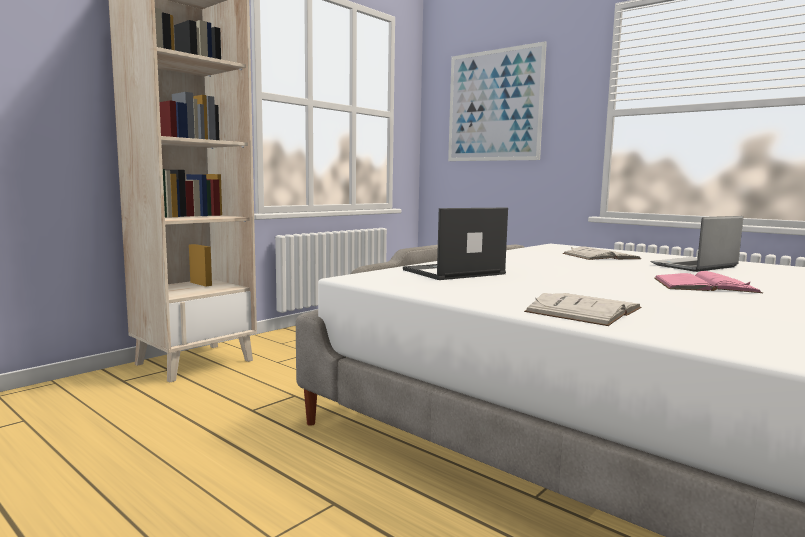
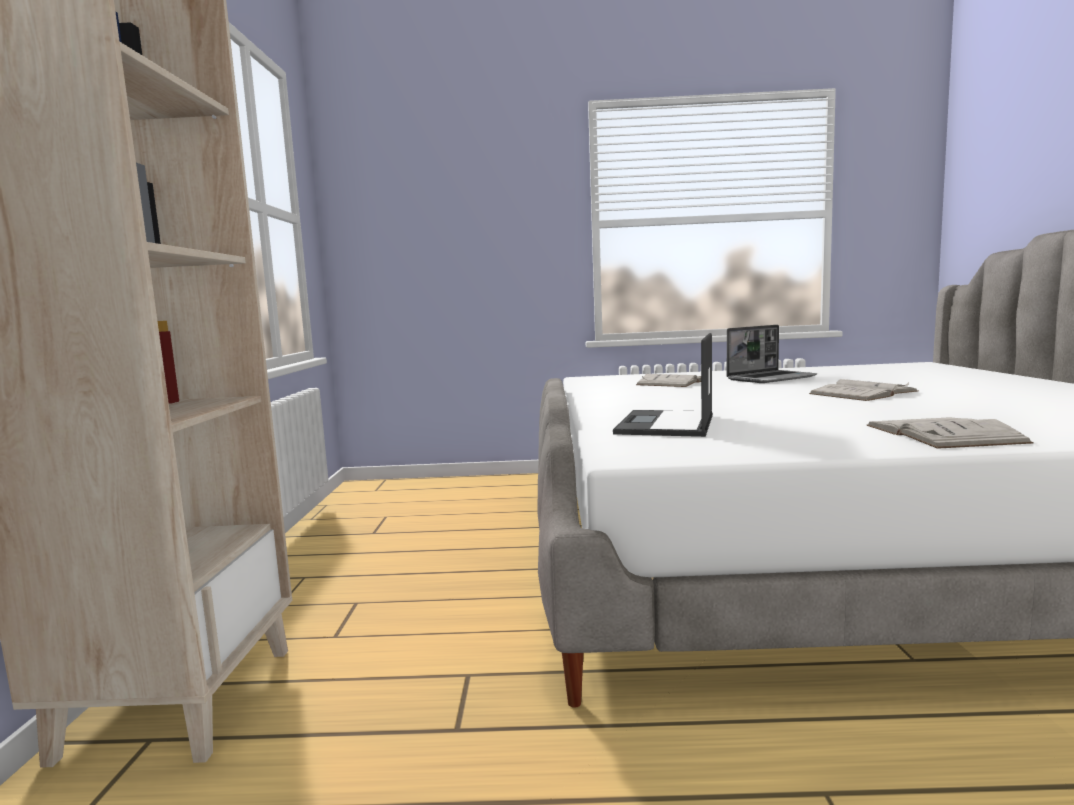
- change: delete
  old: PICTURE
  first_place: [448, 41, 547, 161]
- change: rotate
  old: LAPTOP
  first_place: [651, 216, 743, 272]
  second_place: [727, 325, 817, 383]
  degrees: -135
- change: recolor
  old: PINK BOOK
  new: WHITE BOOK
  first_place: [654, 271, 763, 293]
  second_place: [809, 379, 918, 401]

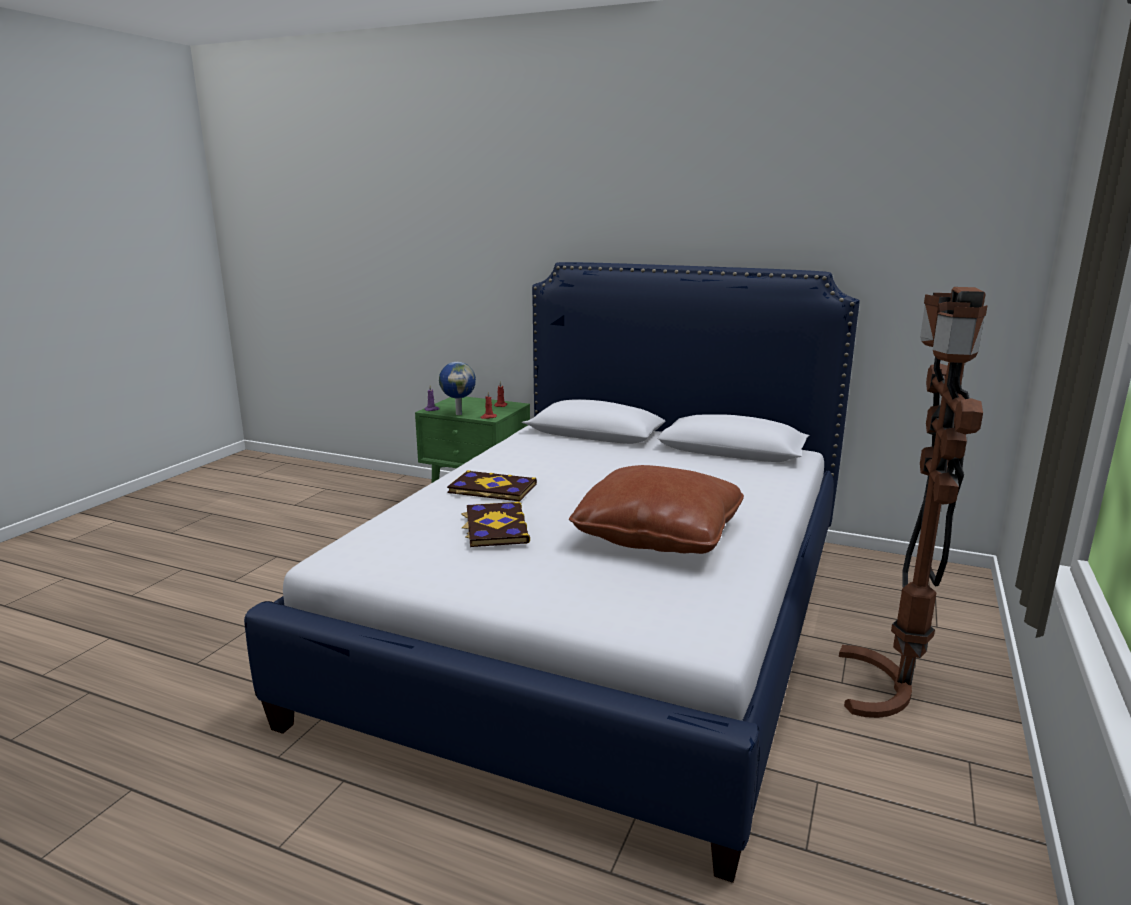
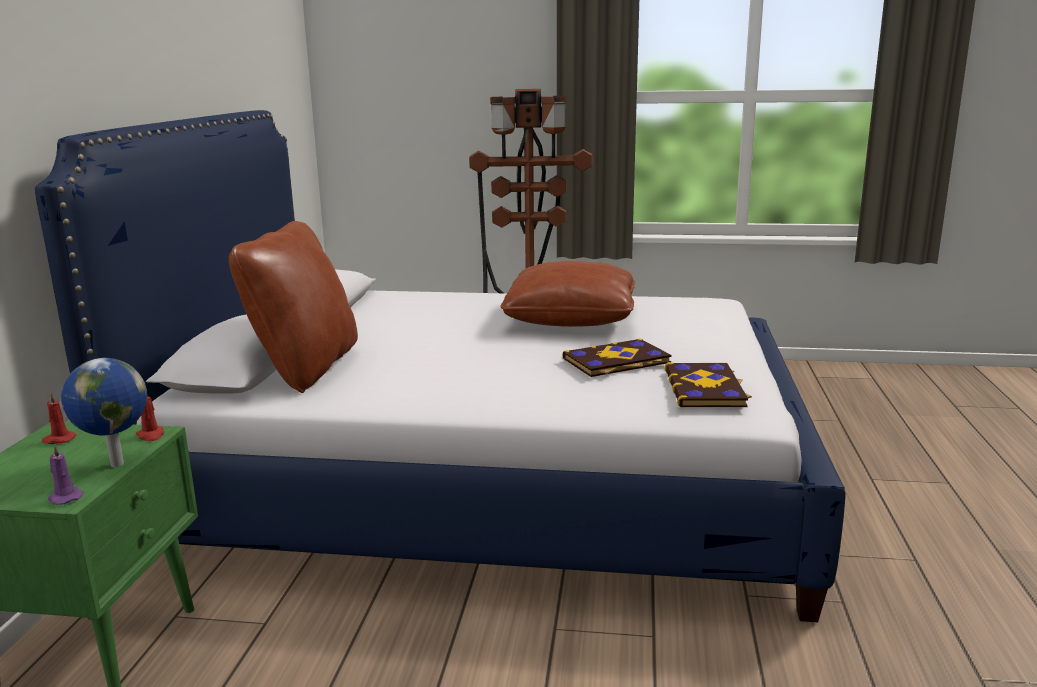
- change: move
  old: BOOK
  first_place: [447, 470, 537, 502]
  second_place: [665, 362, 752, 408]
- change: insert
  new: BROWN PILLOW
  second_place: [229, 221, 358, 393]

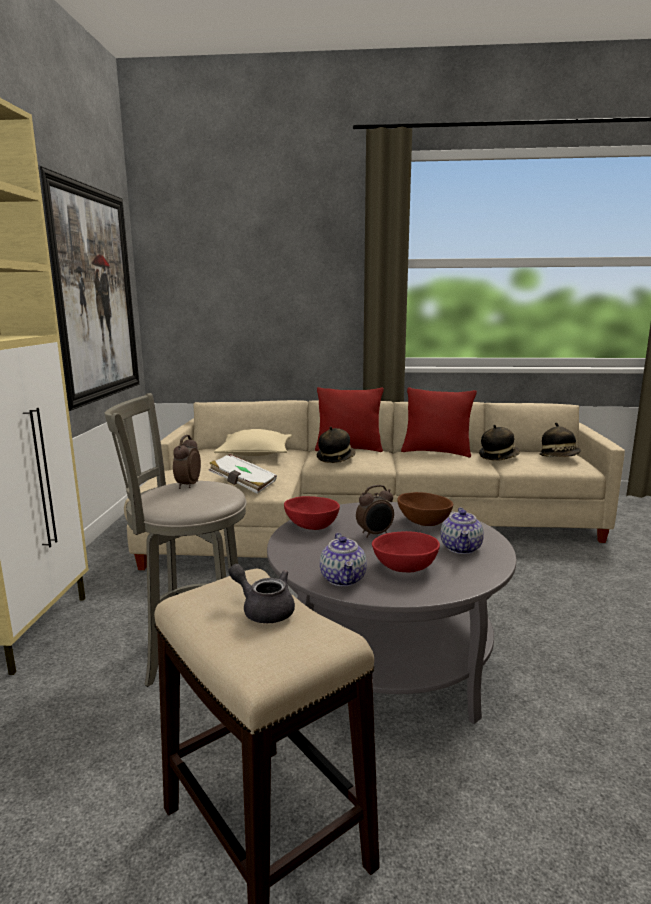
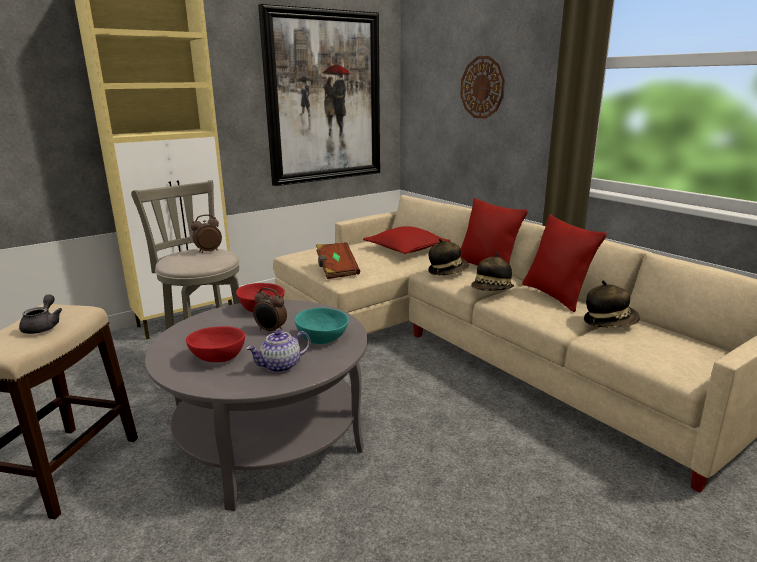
- change: move
  old: HAT
  first_place: [539, 422, 581, 457]
  second_place: [471, 252, 514, 291]
- change: recolor
  old: BEIGE PILLOW
  new: RED PILLOW
  first_place: [214, 429, 292, 456]
  second_place: [363, 226, 451, 254]
- change: recolor
  old: WHITE BOOK
  new: BROWN BOOK
  first_place: [209, 454, 277, 494]
  second_place: [316, 242, 360, 279]
- change: recolor
  old: BROWN BOWL
  new: TURQUOISE BOWL
  first_place: [397, 492, 453, 526]
  second_place: [295, 308, 349, 344]
- change: delete
  old: TEAPOT
  first_place: [320, 533, 367, 586]
- change: insert
  new: WALL CLOCK
  second_place: [460, 56, 505, 119]

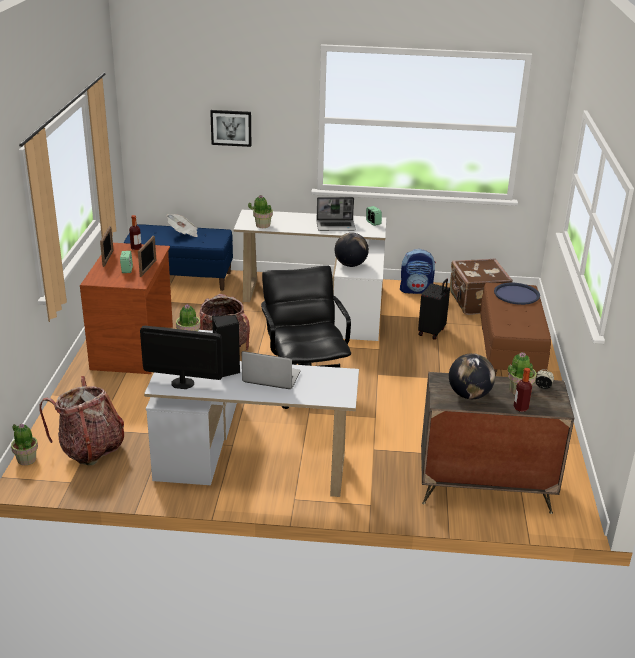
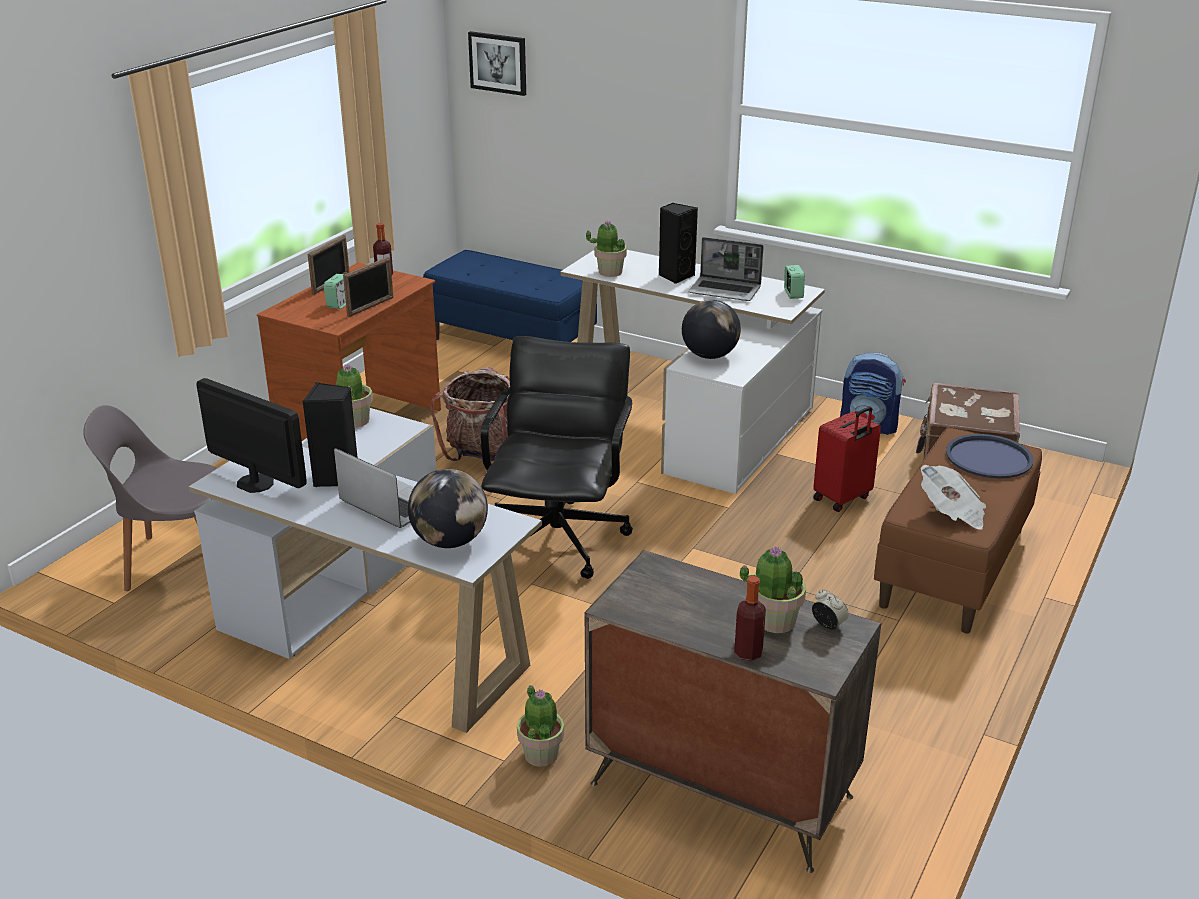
- change: move
  old: PICTURE
  first_place: [210, 110, 251, 147]
  second_place: [468, 31, 526, 96]
- change: move
  old: NEWSPAPER
  first_place: [166, 214, 197, 237]
  second_place: [921, 465, 986, 530]
- change: recolor
  old: BLACK SUITCASE
  new: RED SUITCASE
  first_place: [418, 279, 450, 340]
  second_place: [813, 407, 881, 512]
- change: move
  old: GLOBE
  first_place: [449, 353, 495, 399]
  second_place: [408, 469, 488, 548]
- change: replace
  old: BACKPACK
  new: GREY CHAIR
  first_place: [39, 376, 124, 465]
  second_place: [83, 405, 217, 591]
- change: move
  old: POTTED PLANT
  first_place: [11, 424, 38, 465]
  second_place: [517, 685, 564, 767]
- change: insert
  new: BLACK SPEAKER
  second_place: [658, 203, 698, 284]

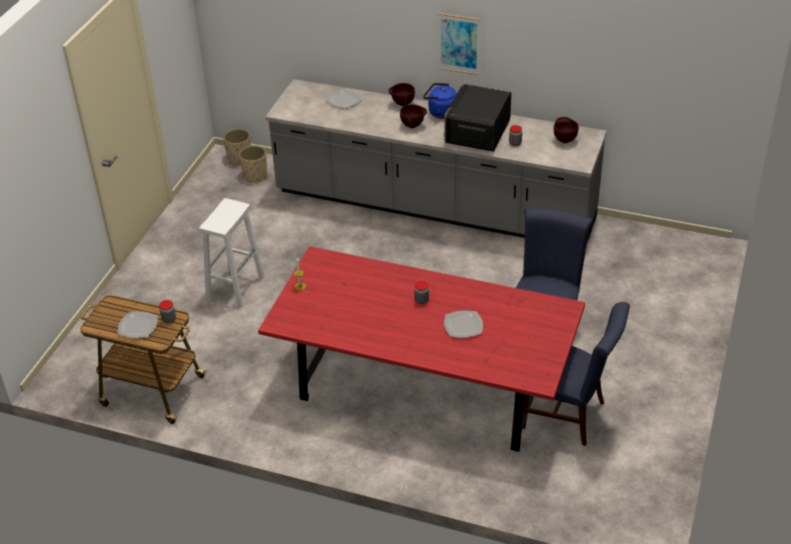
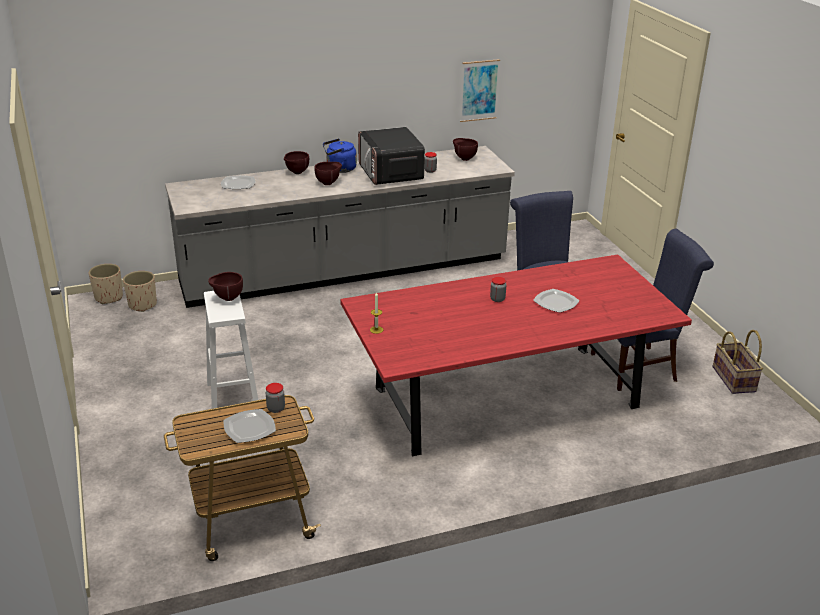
- change: move
  old: PICTURE
  first_place: [439, 13, 480, 75]
  second_place: [460, 59, 500, 122]
- change: insert
  new: BROWN BOWL
  second_place: [208, 272, 243, 301]
- change: insert
  new: BASKET
  second_place: [713, 330, 763, 394]

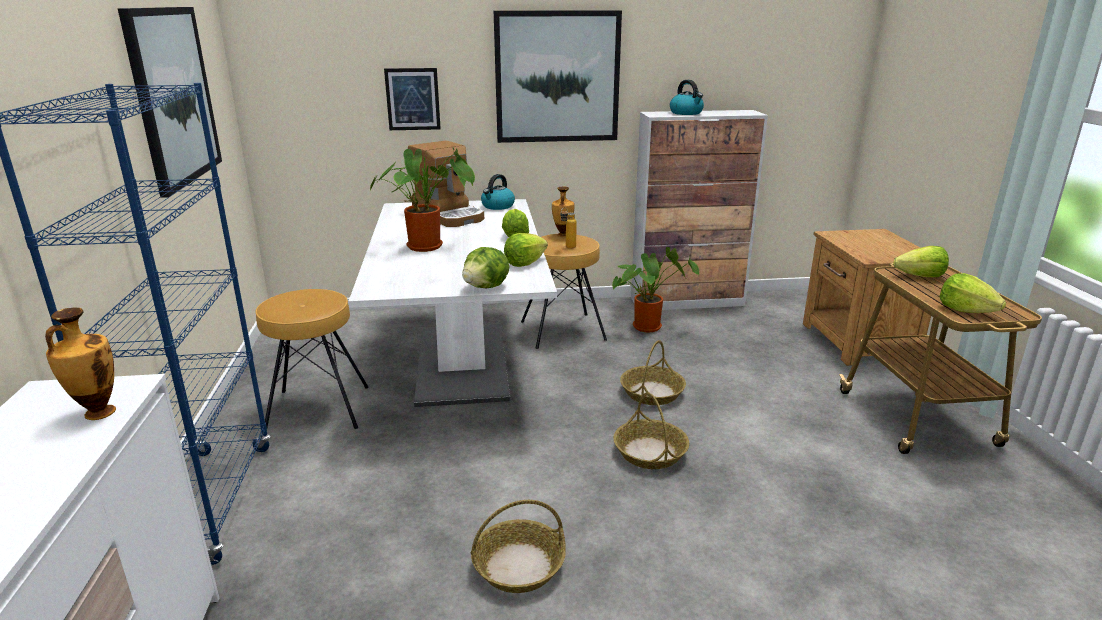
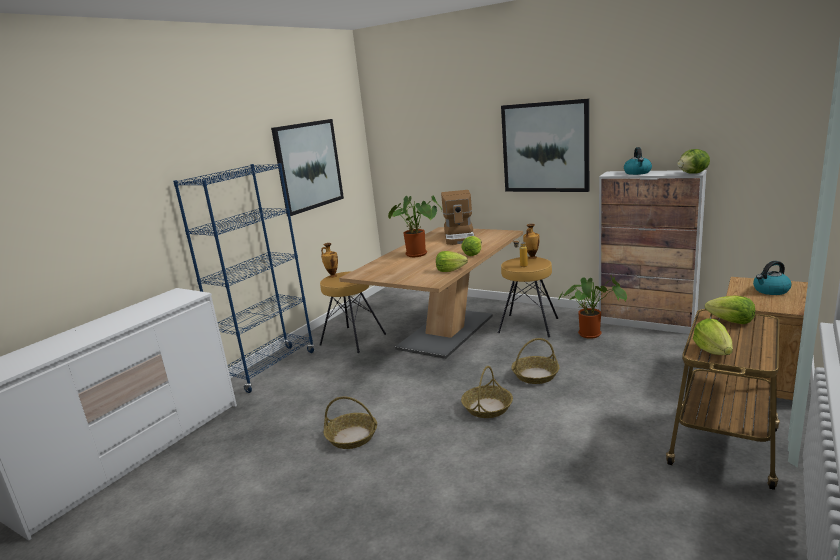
- change: delete
  old: PICTURE
  first_place: [384, 68, 441, 130]
- change: move
  old: KETTLE
  first_place: [481, 174, 515, 210]
  second_place: [753, 261, 791, 295]
- change: recolor
  old: WHITE DINING TABLE
  new: BROWN DINING TABLE
  first_place: [348, 199, 557, 407]
  second_place: [339, 227, 523, 359]
- change: move
  old: LETTUCE
  first_place: [462, 247, 509, 289]
  second_place: [677, 149, 710, 174]
- change: move
  old: VASE
  first_place: [45, 308, 116, 420]
  second_place: [321, 243, 338, 278]

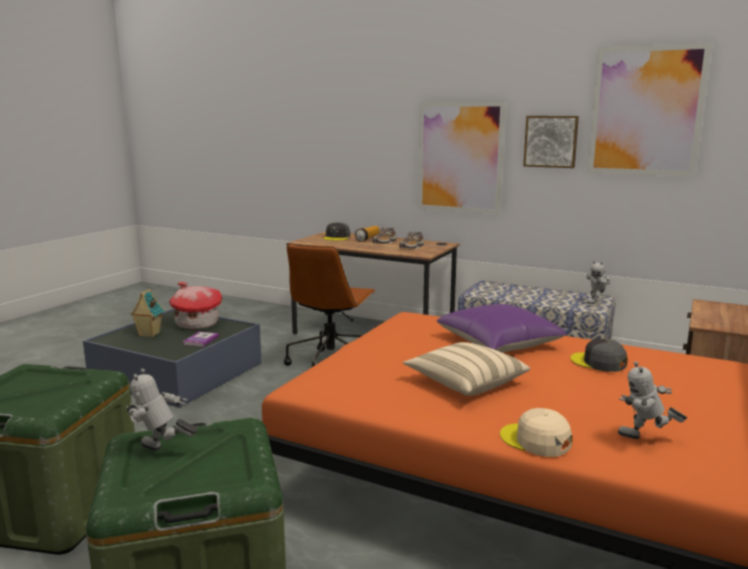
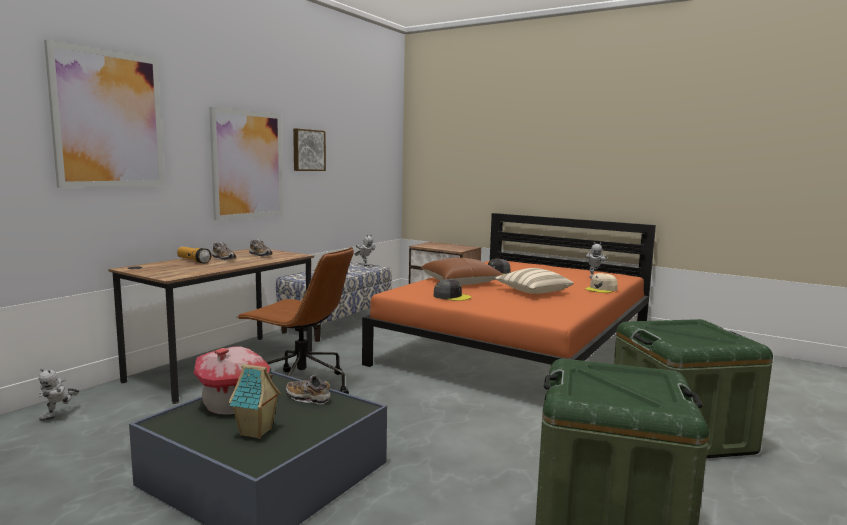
- change: move
  old: PICTURE
  first_place: [588, 42, 712, 177]
  second_place: [44, 40, 164, 188]
- change: move
  old: GREY CAP
  first_place: [323, 222, 350, 240]
  second_place: [434, 279, 471, 301]
- change: recolor
  old: PURPLE PILLOW
  new: BROWN PILLOW
  first_place: [436, 304, 566, 353]
  second_place: [421, 257, 504, 285]
- change: replace
  old: BOOK
  new: SHOE
  first_place: [183, 332, 219, 347]
  second_place: [285, 375, 331, 404]
- change: move
  old: TOY ROBOT
  first_place: [126, 368, 197, 451]
  second_place: [39, 368, 79, 421]

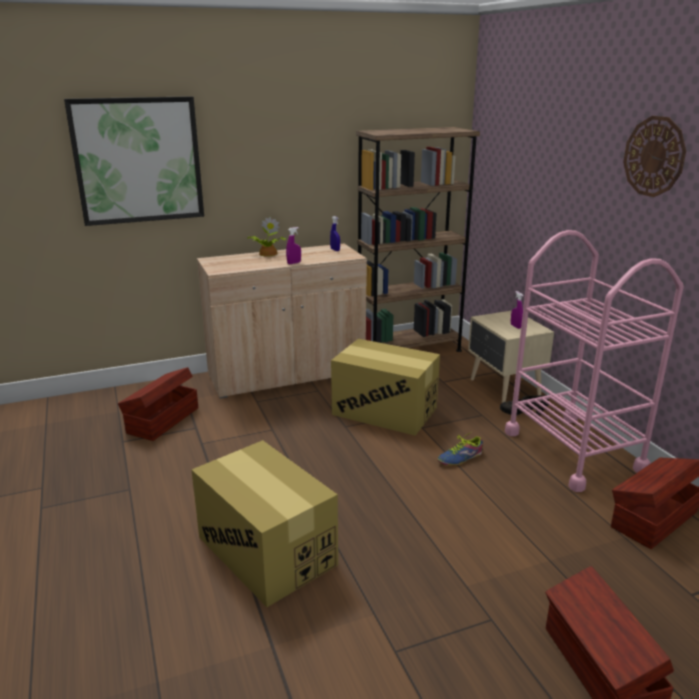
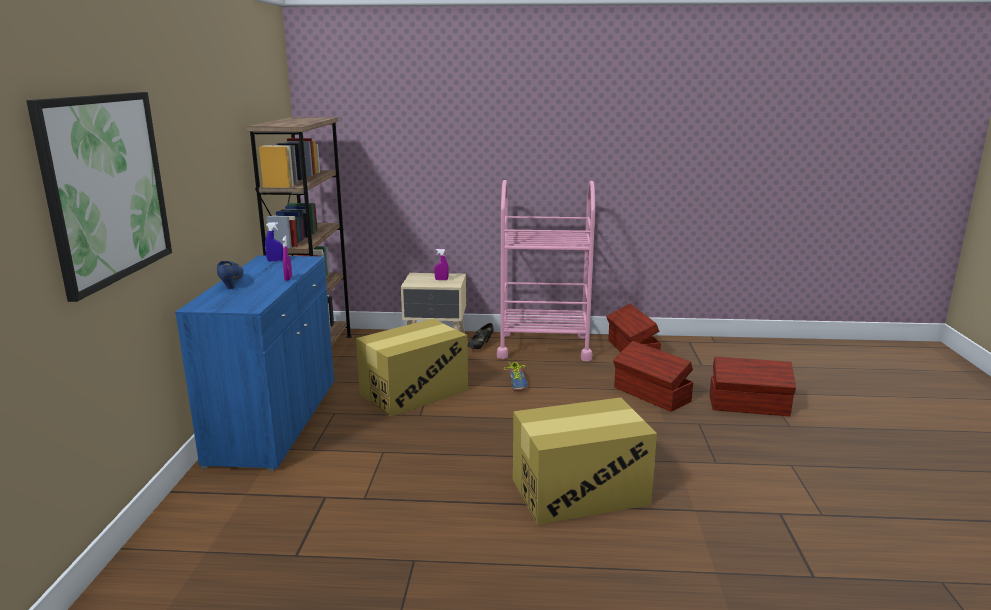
- change: delete
  old: WALL CLOCK
  first_place: [623, 116, 686, 197]
- change: replace
  old: POTTED PLANT
  new: BLUE SHOE
  first_place: [246, 217, 286, 257]
  second_place: [217, 261, 244, 289]
- change: recolor
  old: BEIGE CABINET
  new: BLUE CABINET
  first_place: [197, 244, 367, 399]
  second_place: [175, 255, 334, 471]
- change: move
  old: BROWN STORAGE BOX
  first_place: [118, 367, 198, 441]
  second_place: [613, 341, 693, 412]

